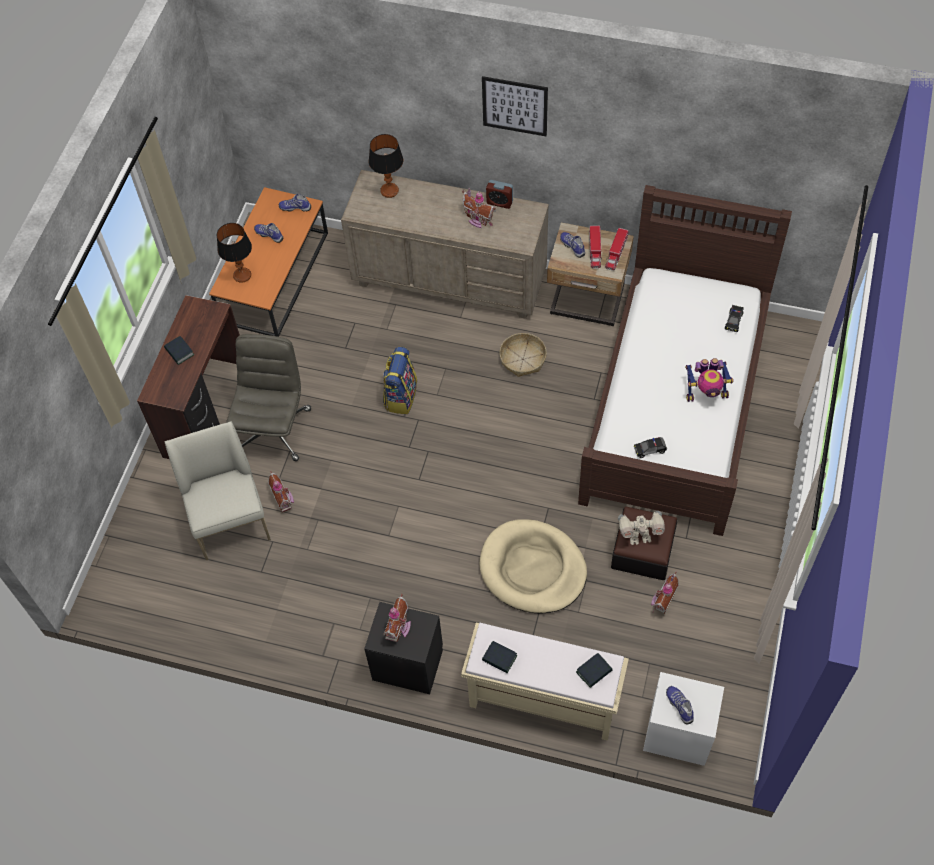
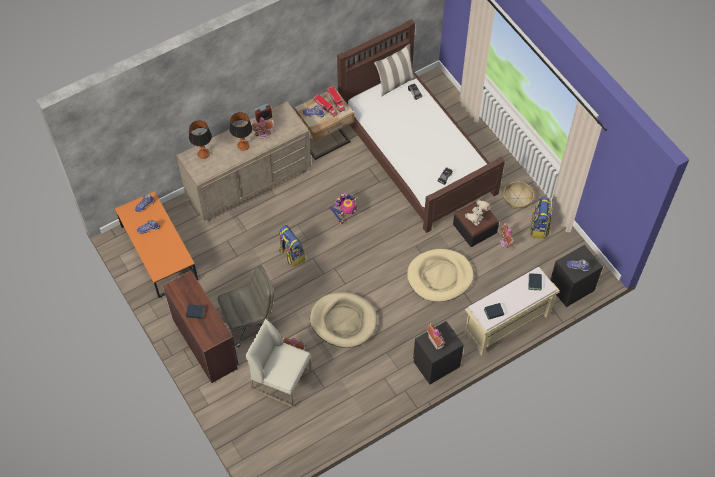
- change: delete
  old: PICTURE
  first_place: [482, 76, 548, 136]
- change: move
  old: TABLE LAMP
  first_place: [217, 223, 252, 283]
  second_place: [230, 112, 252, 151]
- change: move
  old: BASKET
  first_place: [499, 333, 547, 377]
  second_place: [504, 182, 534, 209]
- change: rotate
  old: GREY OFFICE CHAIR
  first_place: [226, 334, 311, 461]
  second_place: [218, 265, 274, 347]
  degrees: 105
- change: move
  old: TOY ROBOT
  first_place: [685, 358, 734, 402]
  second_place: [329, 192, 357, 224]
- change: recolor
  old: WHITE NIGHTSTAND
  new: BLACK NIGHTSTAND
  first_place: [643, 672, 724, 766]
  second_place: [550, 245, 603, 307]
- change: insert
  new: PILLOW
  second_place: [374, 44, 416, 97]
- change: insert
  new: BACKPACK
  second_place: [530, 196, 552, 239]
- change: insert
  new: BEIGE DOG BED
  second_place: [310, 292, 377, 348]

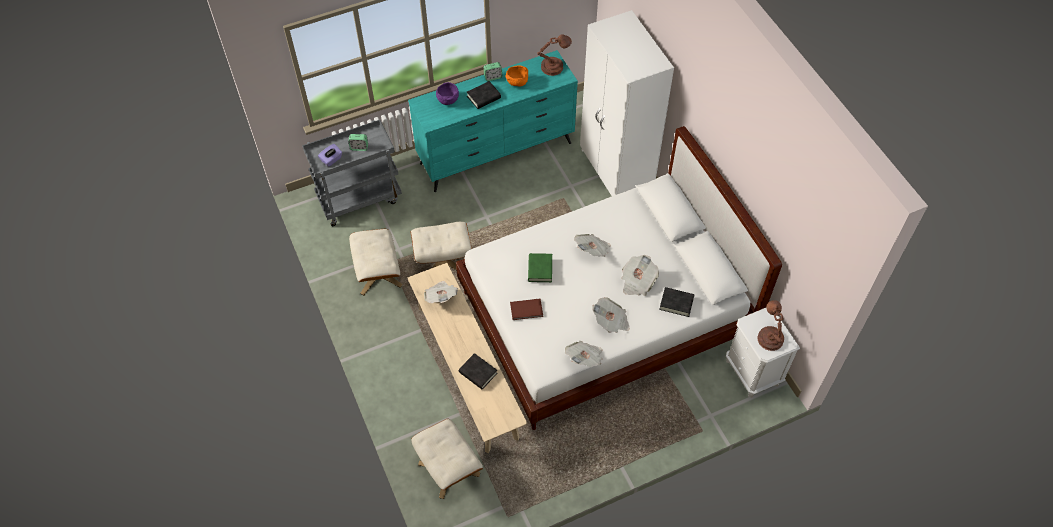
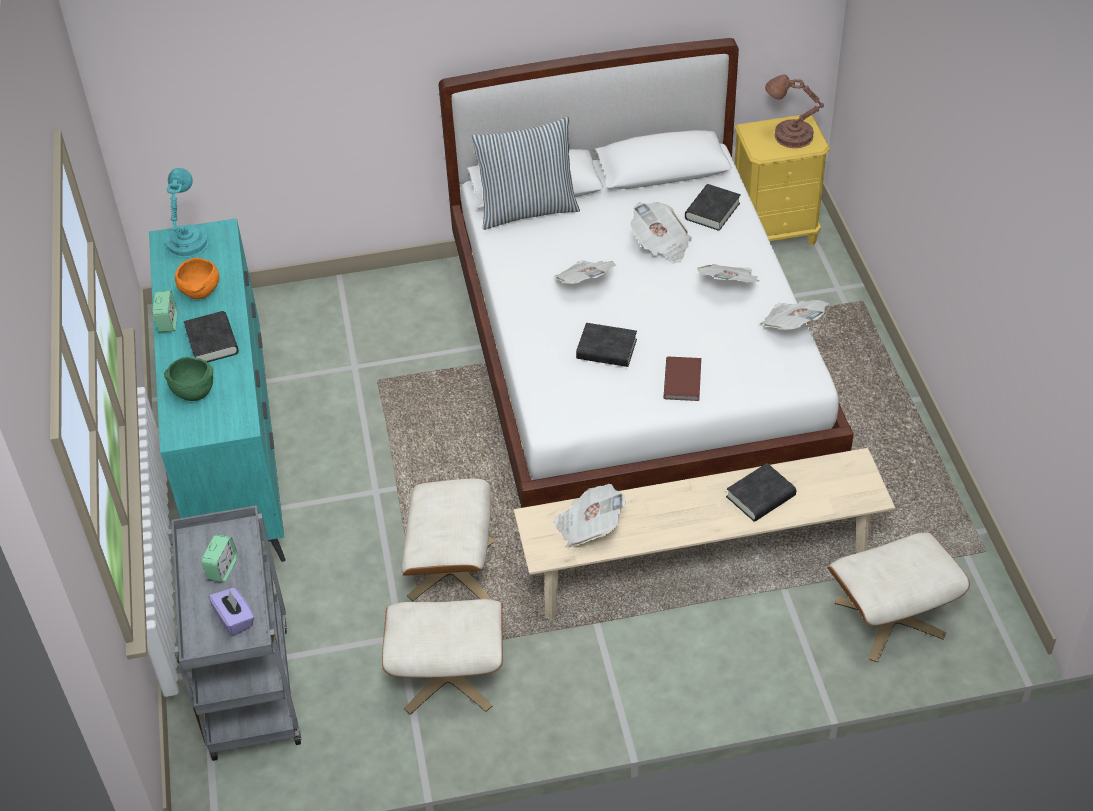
- change: delete
  old: WHITE WARDROBE
  first_place: [580, 10, 674, 196]
- change: recolor
  old: BROWN TABLE LAMP
  new: TURQUOISE TABLE LAMP
  first_place: [537, 35, 572, 76]
  second_place: [165, 168, 209, 258]
- change: recolor
  old: PURPLE BOWL
  new: GREEN BOWL
  first_place: [436, 82, 459, 105]
  second_place: [164, 357, 213, 401]
- change: recolor
  old: GREEN BOOK
  new: BLACK BOOK
  first_place: [528, 253, 552, 282]
  second_place: [576, 323, 637, 367]
- change: recolor
  old: WHITE NIGHTSTAND
  new: YELLOW NIGHTSTAND
  first_place: [726, 308, 800, 398]
  second_place: [734, 115, 830, 245]
- change: insert
  new: PILLOW
  second_place: [471, 116, 580, 230]

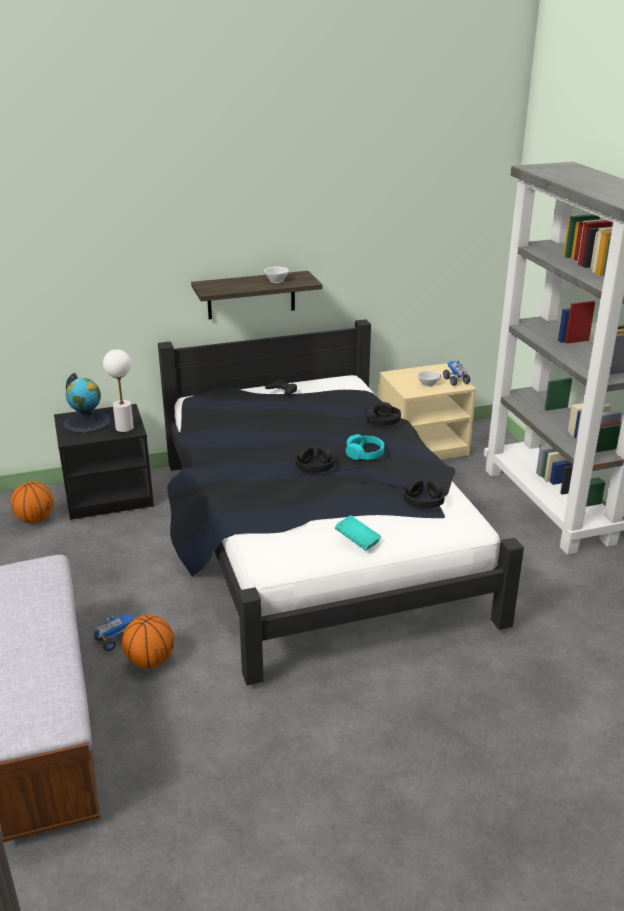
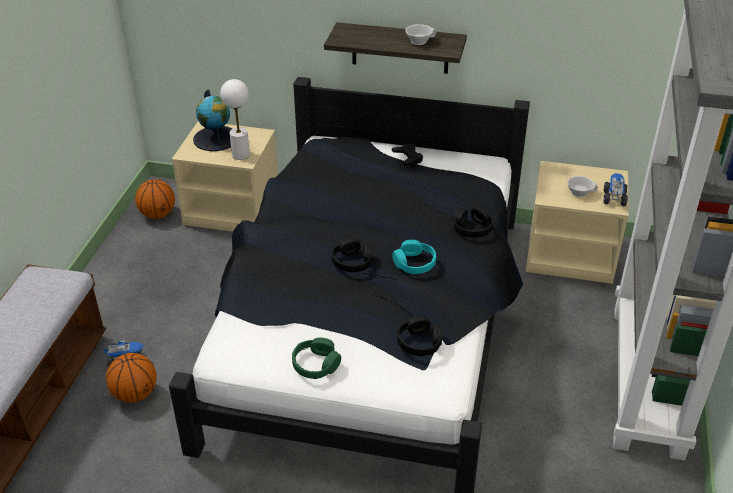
- change: recolor
  old: BLACK NIGHTSTAND
  new: BEIGE NIGHTSTAND
  first_place: [54, 404, 154, 520]
  second_place: [172, 121, 278, 232]
- change: replace
  old: TURQUOISE BOOK
  new: GREEN HEADPHONES
  first_place: [335, 515, 381, 551]
  second_place: [292, 338, 341, 379]

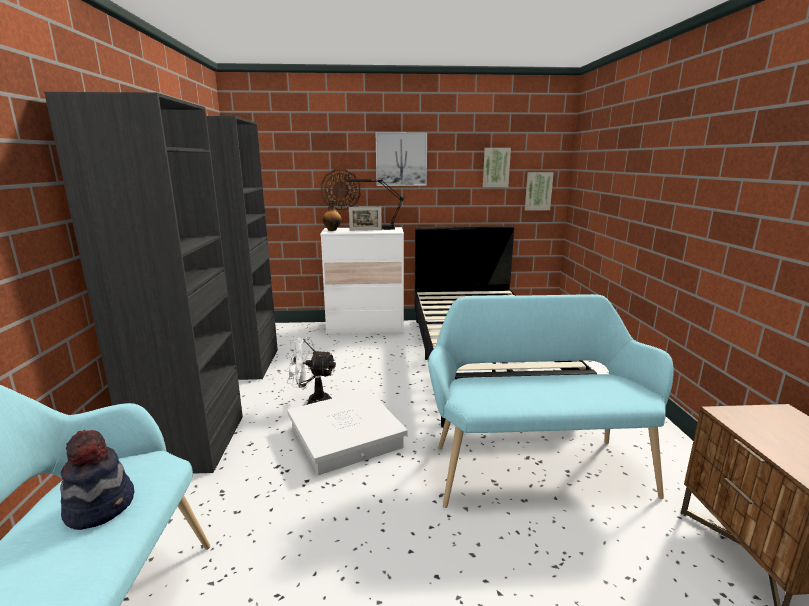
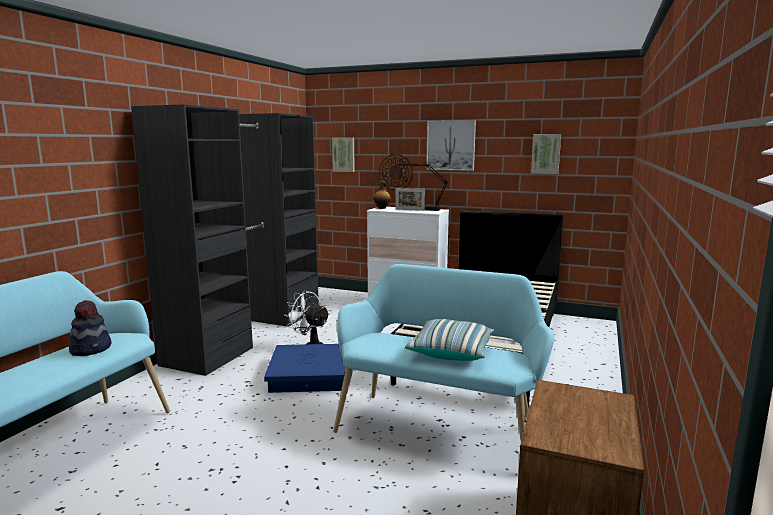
- change: move
  old: PICTURE
  first_place: [525, 172, 554, 210]
  second_place: [332, 137, 355, 172]
- change: recolor
  old: WHITE STORAGE BOX
  new: BLUE STORAGE BOX
  first_place: [287, 390, 408, 475]
  second_place: [264, 344, 346, 393]
- change: insert
  new: PILLOW
  second_place: [405, 319, 495, 361]

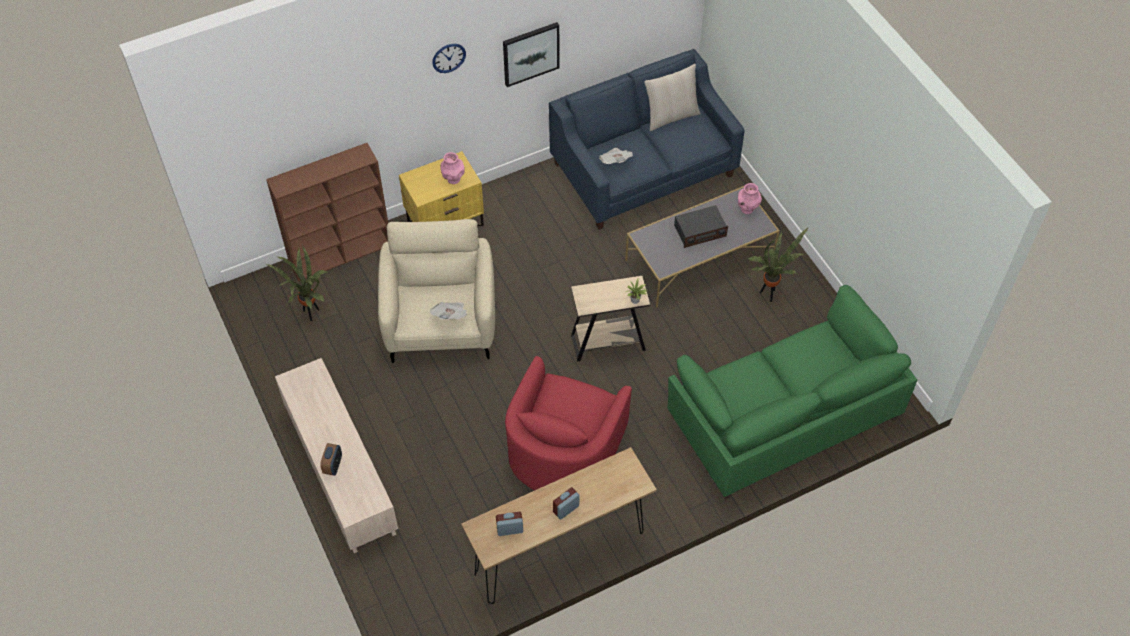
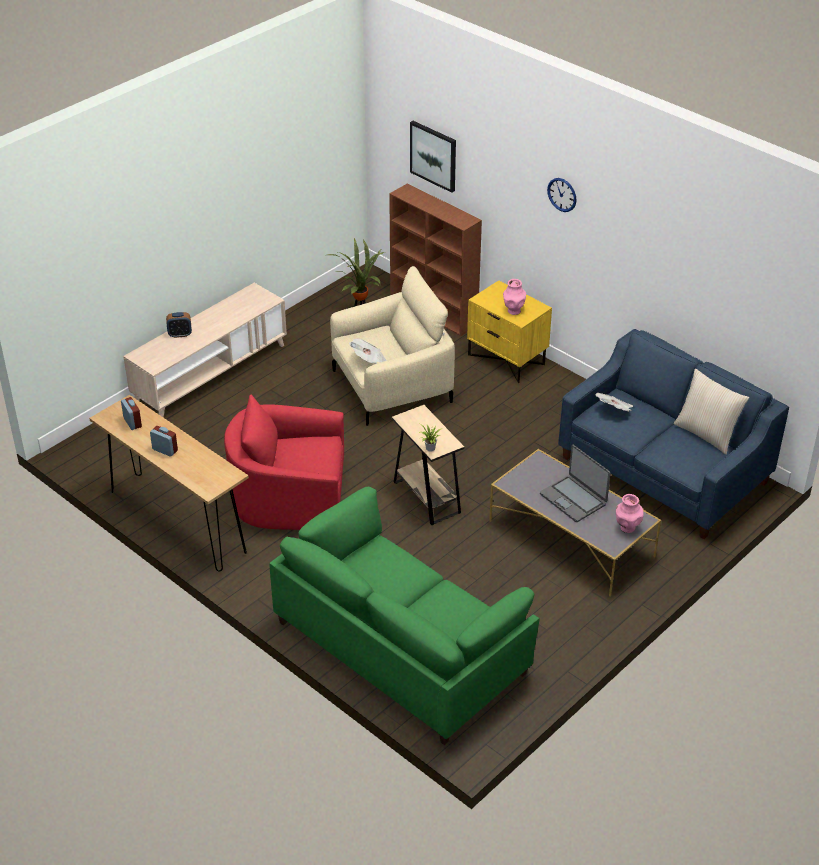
- change: move
  old: PICTURE
  first_place: [503, 22, 560, 87]
  second_place: [410, 121, 456, 193]
- change: replace
  old: RADIO
  new: LAPTOP
  first_place: [674, 205, 728, 248]
  second_place: [540, 445, 611, 522]
- change: delete
  old: POTTED PLANT
  first_place: [748, 227, 809, 302]

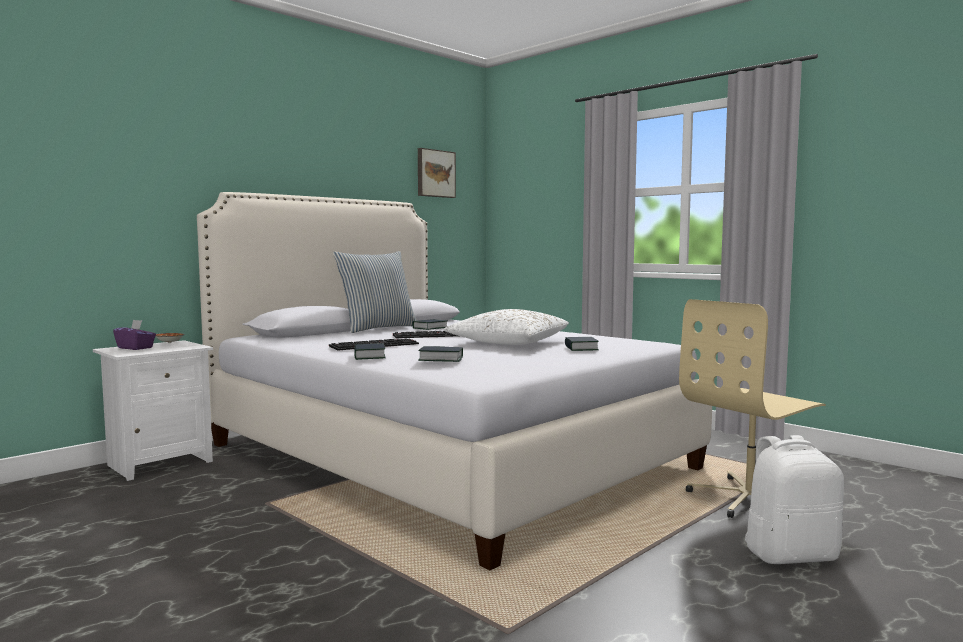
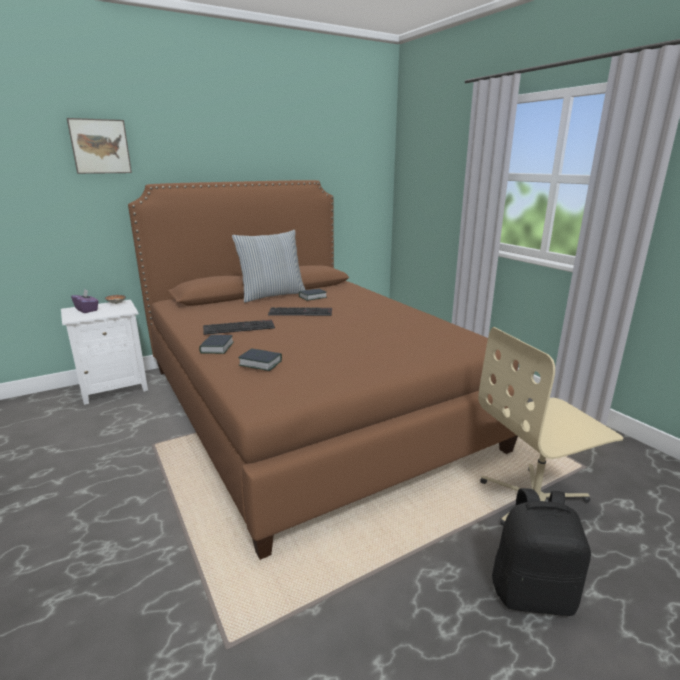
- change: move
  old: PICTURE
  first_place: [418, 148, 456, 198]
  second_place: [67, 118, 132, 174]
- change: recolor
  old: WHITE BED
  new: BROWN BED
  first_place: [197, 192, 712, 570]
  second_place: [128, 180, 519, 560]
- change: delete
  old: WHITE PILLOW
  first_place: [444, 309, 569, 345]
- change: delete
  old: BOOK
  first_place: [565, 337, 599, 351]
- change: recolor
  old: WHITE BACKPACK
  new: BLACK BACKPACK
  first_place: [745, 435, 844, 564]
  second_place: [492, 488, 591, 616]

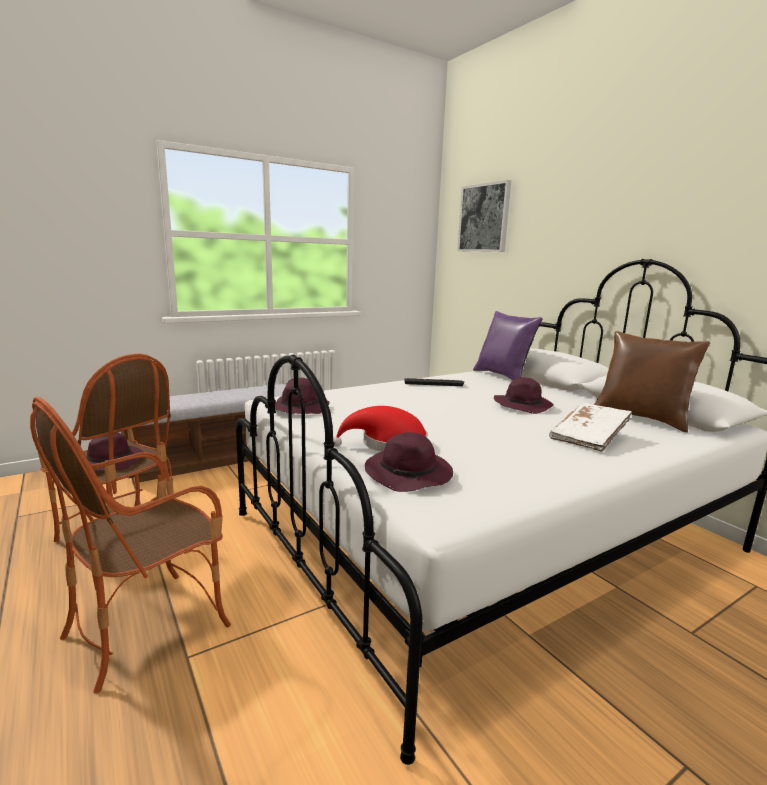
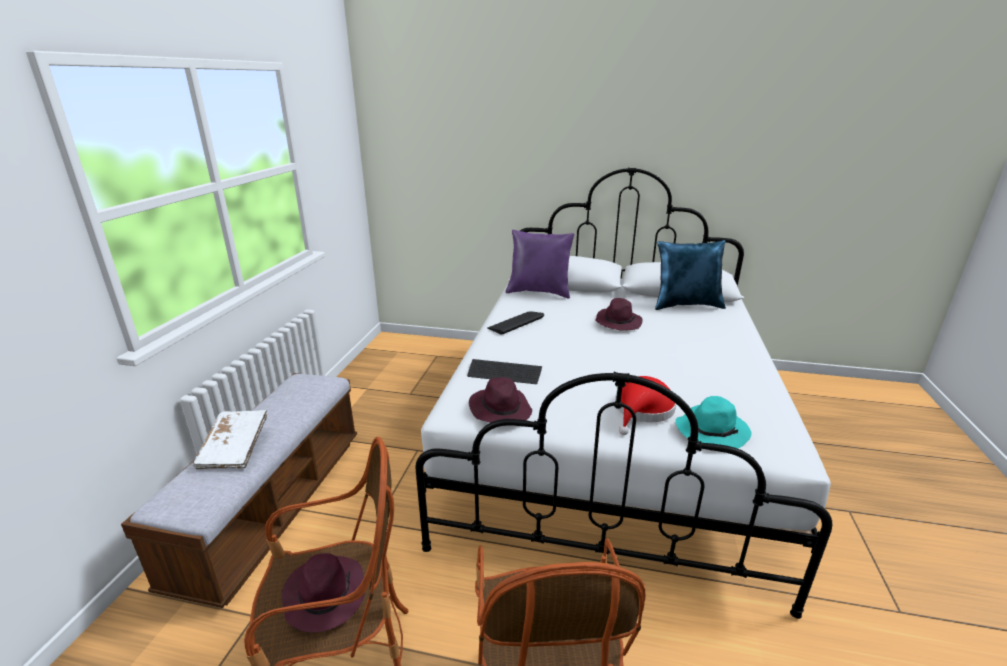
- change: delete
  old: PICTURE
  first_place: [457, 180, 511, 252]
- change: recolor
  old: BROWN PILLOW
  new: BLUE PILLOW
  first_place: [594, 331, 710, 433]
  second_place: [655, 240, 726, 310]
- change: move
  old: WHITE BOOK
  first_place: [549, 403, 632, 452]
  second_place: [193, 410, 267, 469]
- change: recolor
  old: PURPLE HAT
  new: TURQUOISE HAT
  first_place: [365, 432, 453, 492]
  second_place: [676, 396, 752, 449]
- change: insert
  new: KEYBOARD
  second_place: [467, 359, 542, 384]

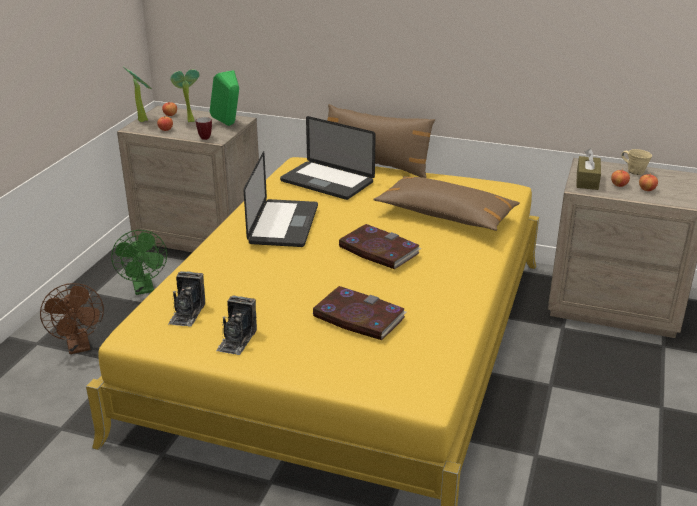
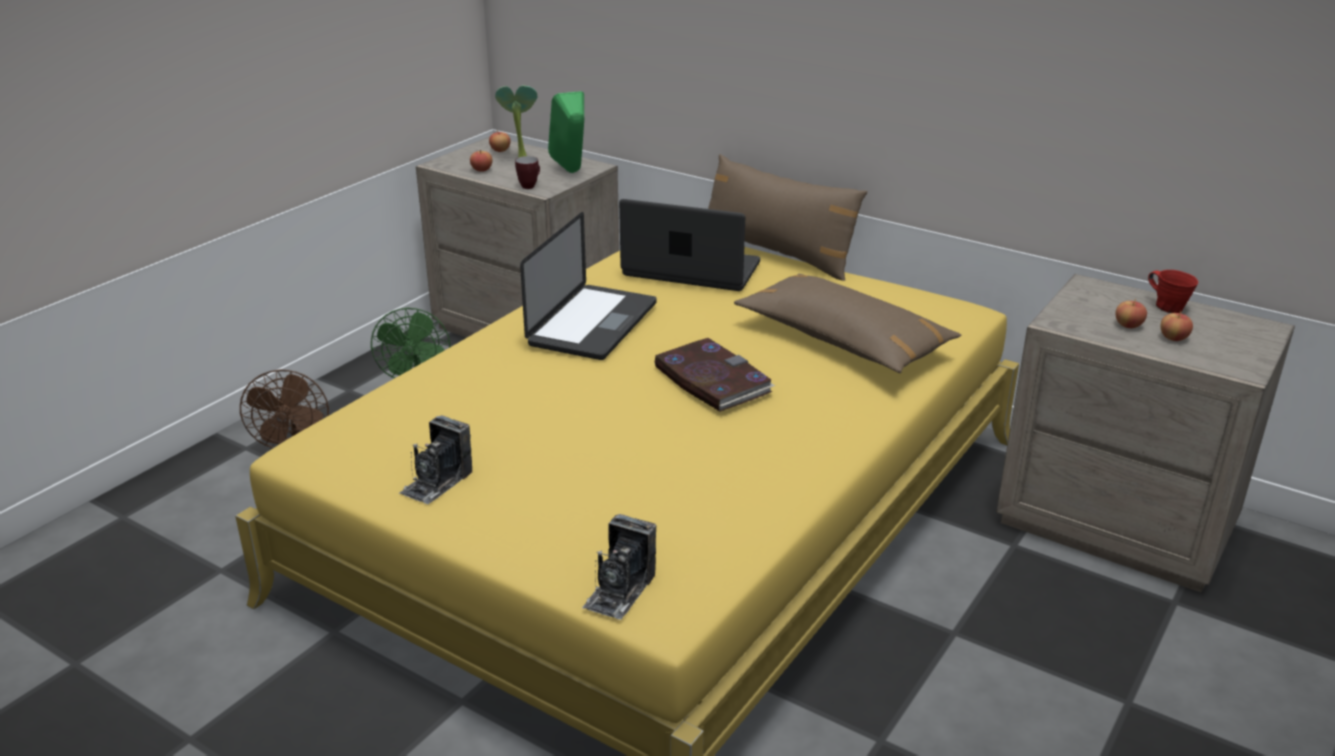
- change: delete
  old: POTTED PLANT
  first_place: [123, 66, 152, 122]
- change: rotate
  old: LAPTOP
  first_place: [280, 116, 376, 200]
  second_place: [619, 199, 760, 291]
  degrees: 150
- change: delete
  old: BROWN TISSUE BOX
  first_place: [576, 149, 601, 190]
- change: recolor
  old: BEIGE MUG
  new: RED MUG
  first_place: [621, 149, 652, 175]
  second_place: [1148, 270, 1198, 313]
- change: move
  old: PHOTO CAMERA
  first_place: [168, 271, 205, 327]
  second_place: [582, 514, 656, 620]
- change: delete
  old: BOOK
  first_place: [312, 286, 406, 340]

